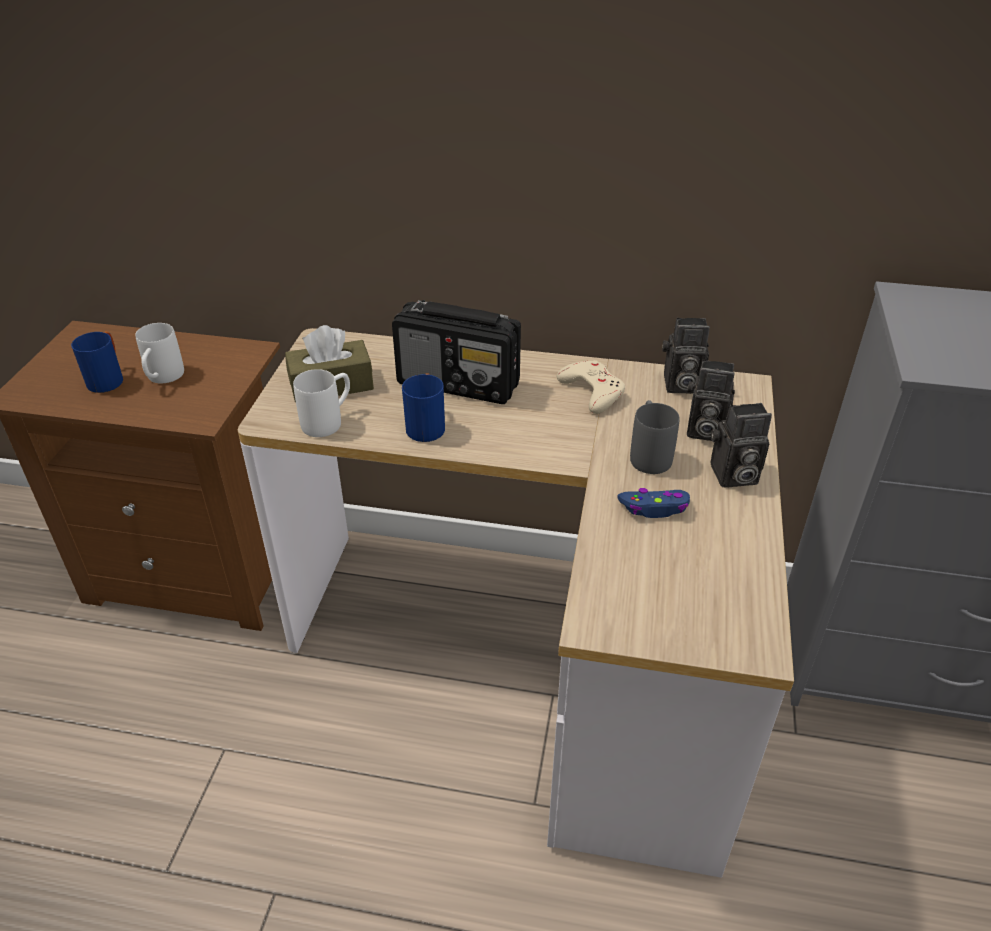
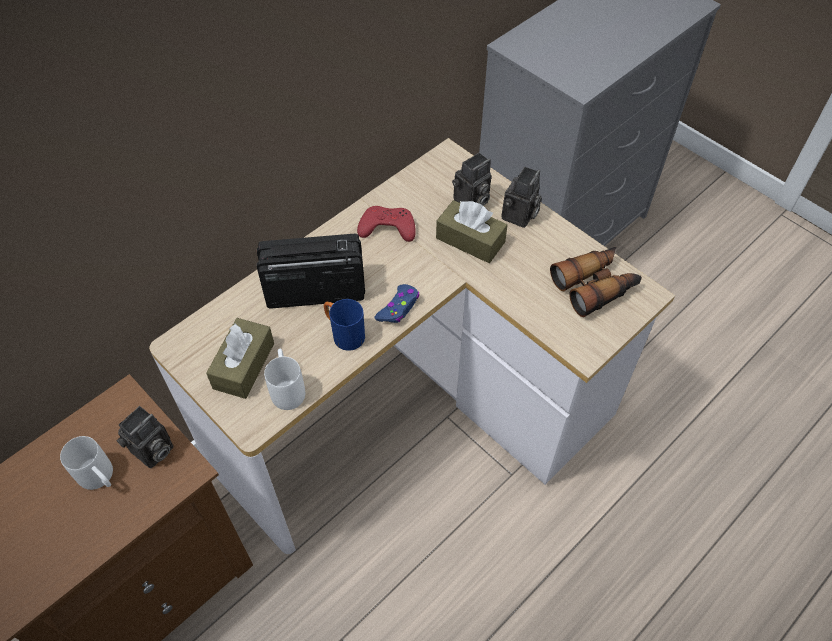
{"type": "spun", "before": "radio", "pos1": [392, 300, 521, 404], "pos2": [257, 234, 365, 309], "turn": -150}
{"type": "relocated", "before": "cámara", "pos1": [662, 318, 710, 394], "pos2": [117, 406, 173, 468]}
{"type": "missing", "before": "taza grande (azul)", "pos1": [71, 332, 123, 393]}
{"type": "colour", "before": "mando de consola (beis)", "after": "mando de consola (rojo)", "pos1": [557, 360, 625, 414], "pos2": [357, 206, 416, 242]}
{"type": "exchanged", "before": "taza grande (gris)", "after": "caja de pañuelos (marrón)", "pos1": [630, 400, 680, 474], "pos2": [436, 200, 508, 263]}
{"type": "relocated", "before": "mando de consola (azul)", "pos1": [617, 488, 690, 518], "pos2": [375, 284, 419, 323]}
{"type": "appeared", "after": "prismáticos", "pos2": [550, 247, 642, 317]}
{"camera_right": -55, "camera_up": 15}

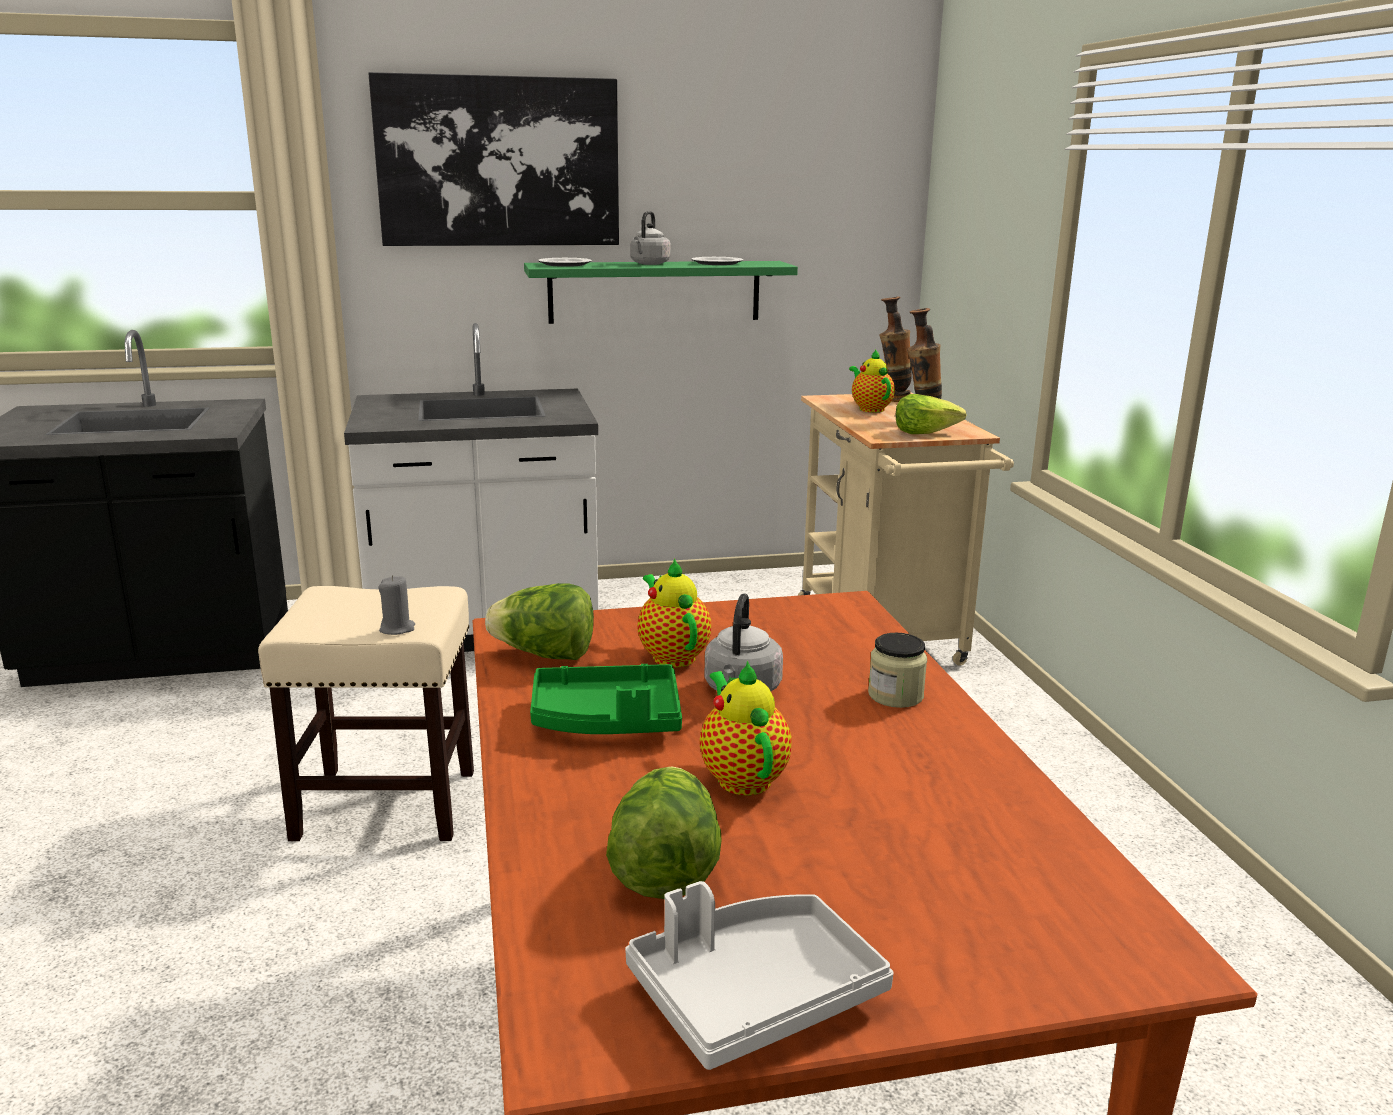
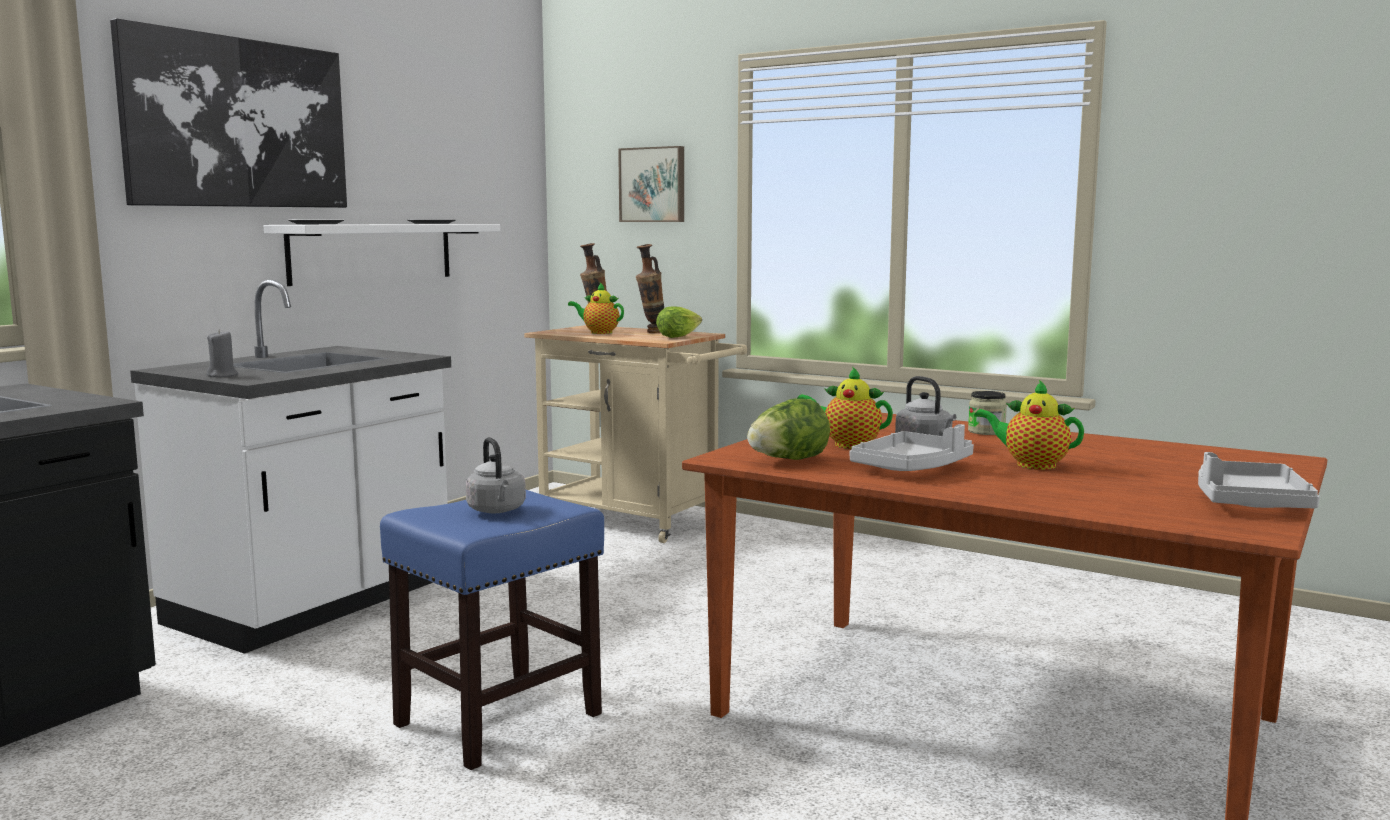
{"type": "relocated", "before": "hervidor (gris)", "pos1": [630, 211, 671, 265], "pos2": [466, 437, 526, 513]}
{"type": "colour", "before": "estante (verde)", "after": "estante (blanco)", "pos1": [524, 261, 798, 324], "pos2": [264, 224, 500, 286]}
{"type": "relocated", "before": "vela (gris)", "pos1": [378, 575, 415, 635], "pos2": [207, 329, 238, 377]}
{"type": "colour", "before": "taburete (beis)", "after": "taburete (azul)", "pos1": [258, 586, 474, 841], "pos2": [380, 490, 604, 770]}
{"type": "colour", "before": "bandeja (verde)", "after": "bandeja (gris)", "pos1": [530, 664, 682, 734], "pos2": [850, 424, 974, 471]}
{"type": "missing", "before": "lechuga", "pos1": [606, 766, 721, 899]}
{"type": "appeared", "after": "cuadro", "pos2": [618, 146, 684, 222]}
{"camera_right": -45, "camera_up": -10}

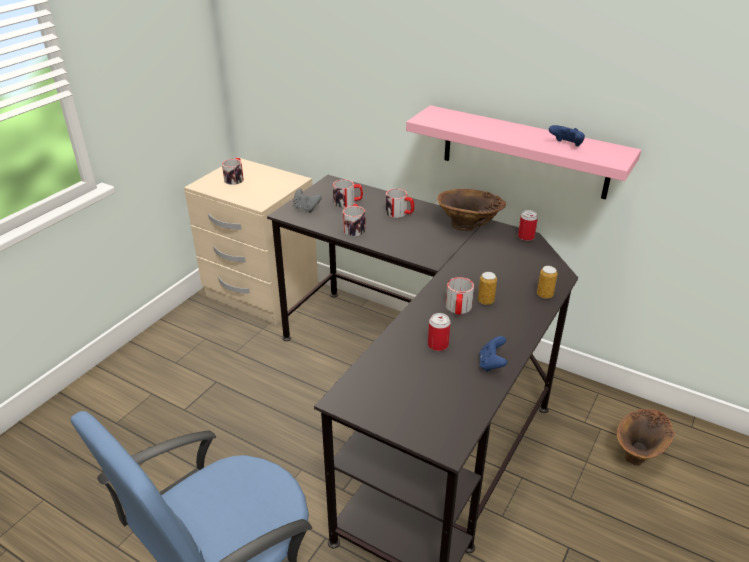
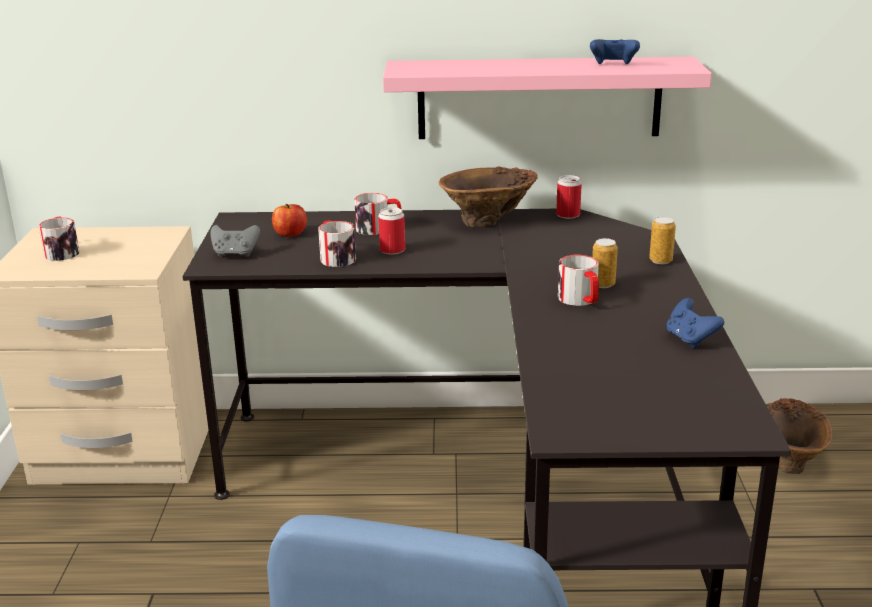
{"type": "exchanged", "before": "taza grande", "after": "manzana", "pos1": [333, 179, 363, 208], "pos2": [272, 204, 307, 237]}
{"type": "relocated", "before": "lata", "pos1": [428, 313, 451, 351], "pos2": [378, 207, 405, 255]}
{"camera_right": -30, "camera_up": -10}

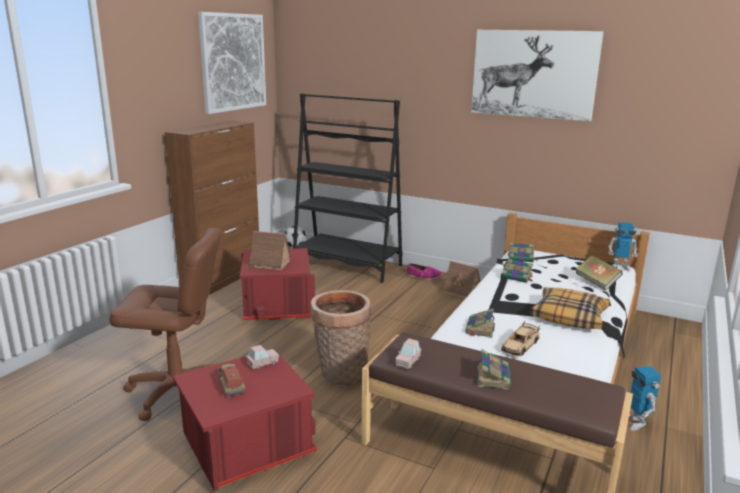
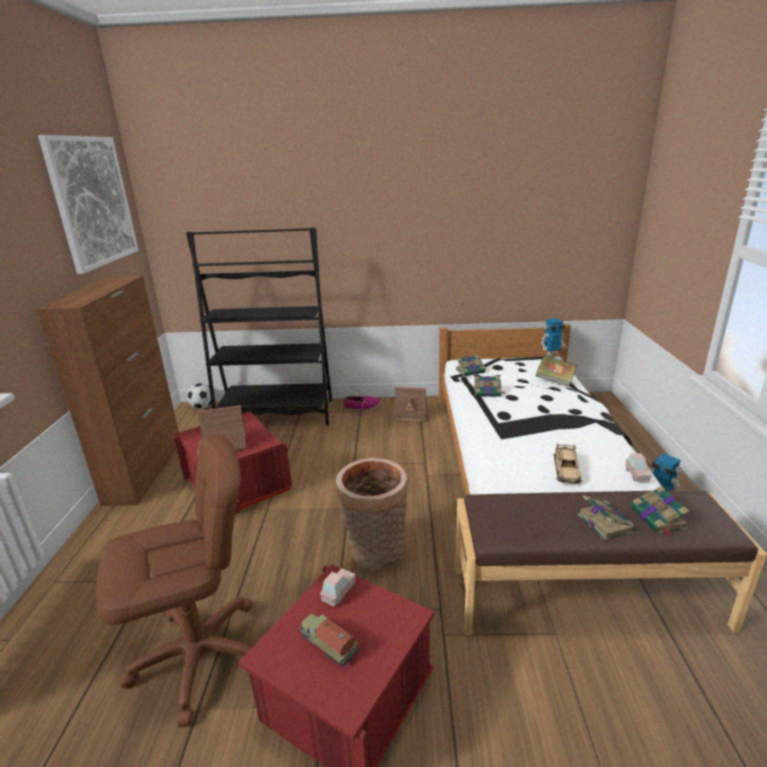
{"type": "missing", "before": "cuadro", "pos1": [471, 30, 604, 121]}
{"type": "missing", "before": "cojín", "pos1": [530, 287, 610, 329]}
{"type": "relocated", "before": "libro", "pos1": [465, 308, 495, 338], "pos2": [631, 486, 689, 537]}
{"type": "relocated", "before": "coche de juguete (rosa)", "pos1": [395, 338, 421, 369], "pos2": [626, 453, 652, 482]}
{"camera_right": -25, "camera_up": 5}

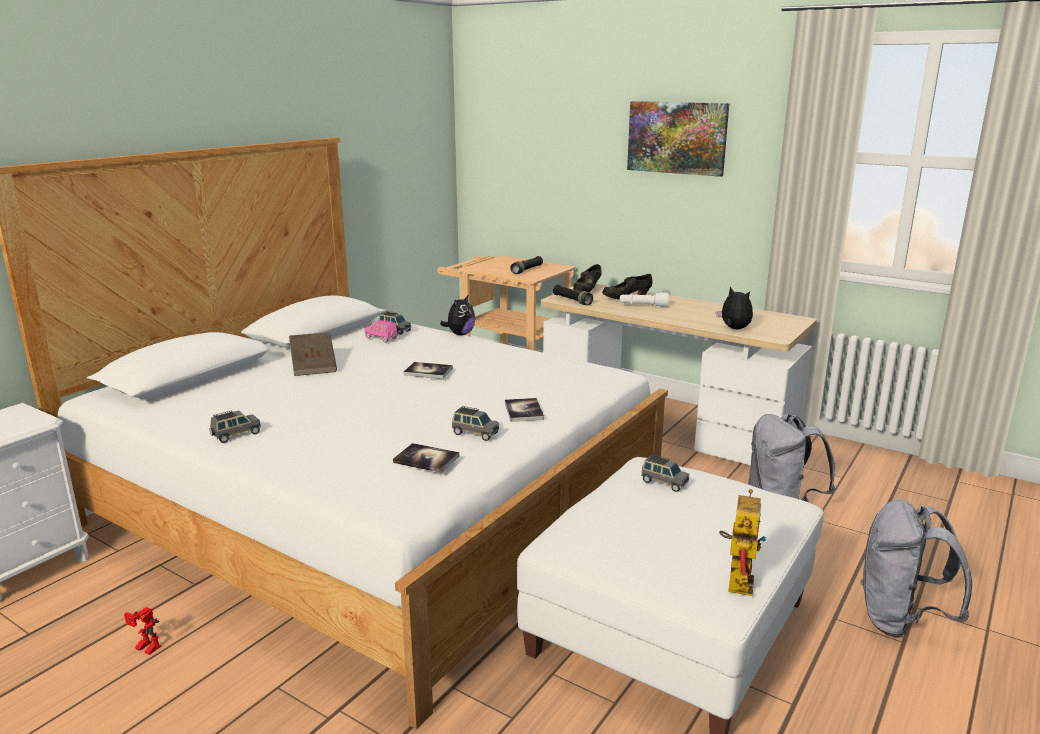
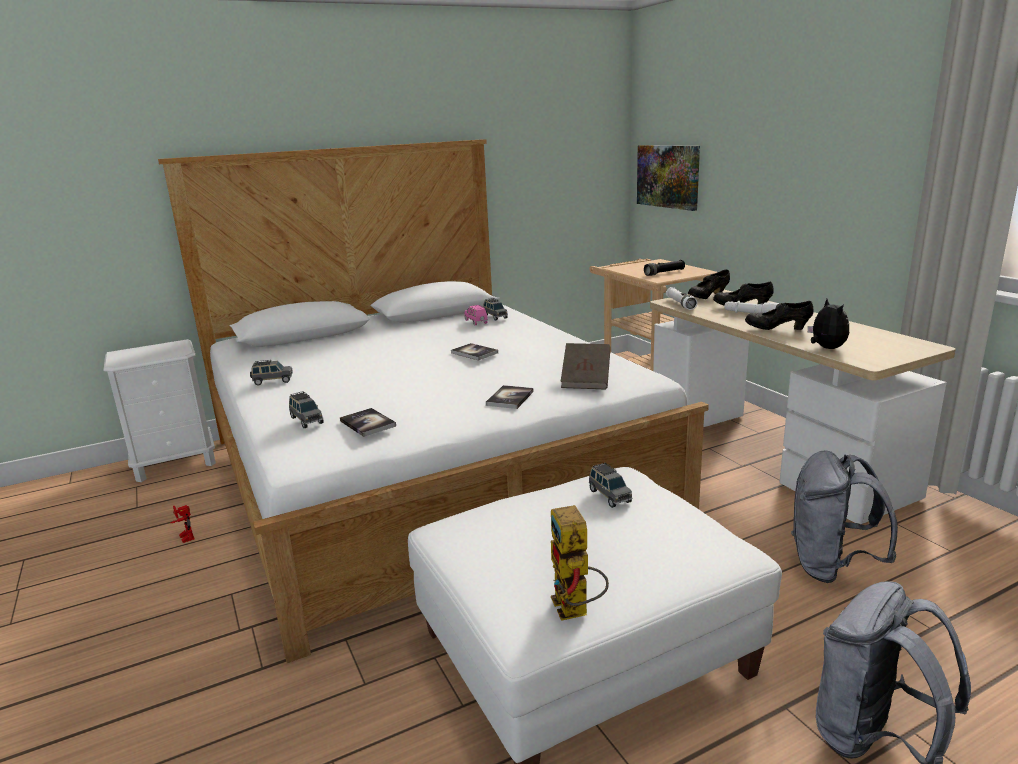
{"type": "relocated", "before": "cuadro", "pos1": [627, 101, 729, 177], "pos2": [637, 145, 700, 211]}
{"type": "colour", "before": "linterna (negro)", "after": "linterna (blanco)", "pos1": [553, 285, 593, 305], "pos2": [666, 287, 697, 310]}
{"type": "missing", "before": "peluche", "pos1": [440, 295, 475, 335]}
{"type": "relocated", "before": "libro (marrón)", "pos1": [289, 332, 337, 376], "pos2": [561, 343, 611, 389]}
{"type": "relocated", "before": "coche de juguete (gris)", "pos1": [452, 406, 499, 441], "pos2": [289, 391, 324, 428]}
{"type": "spun", "before": "robot de juguete", "pos1": [719, 489, 766, 596], "pos2": [551, 505, 609, 621], "turn": 120}
{"type": "appeared", "after": "zapato (negro)", "pos2": [745, 301, 814, 330]}
{"camera_right": 30, "camera_up": 0}

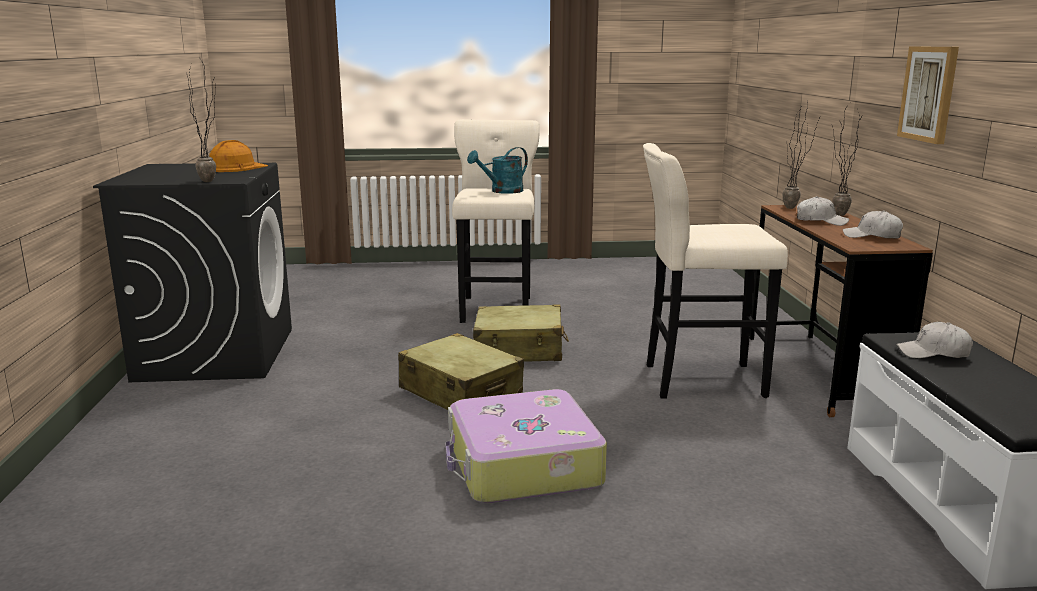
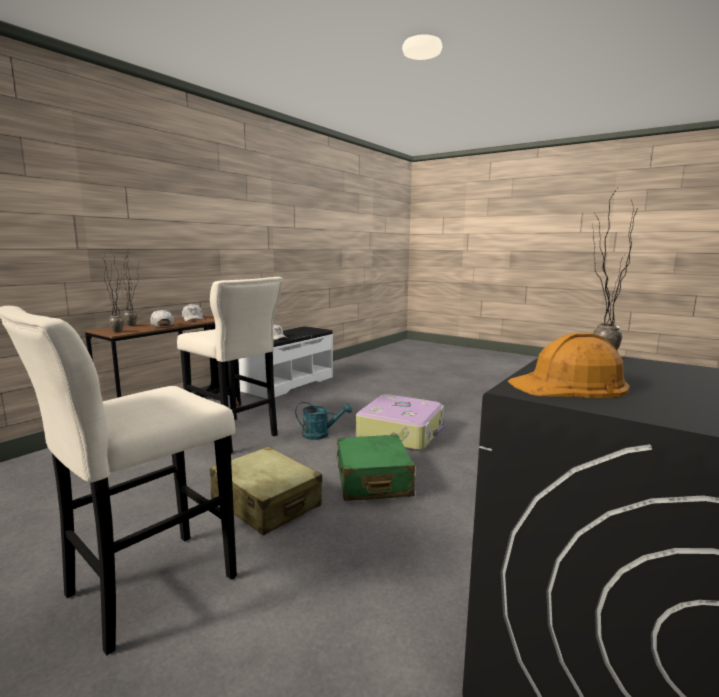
{"type": "missing", "before": "cuadro", "pos1": [897, 46, 959, 144]}
{"type": "relocated", "before": "regadera (turquesa)", "pos1": [467, 147, 528, 194], "pos2": [295, 402, 352, 440]}
{"type": "colour", "before": "maleta (beis)", "after": "maleta (verde)", "pos1": [398, 333, 524, 410], "pos2": [336, 435, 415, 501]}
{"camera_right": -140, "camera_up": -5}

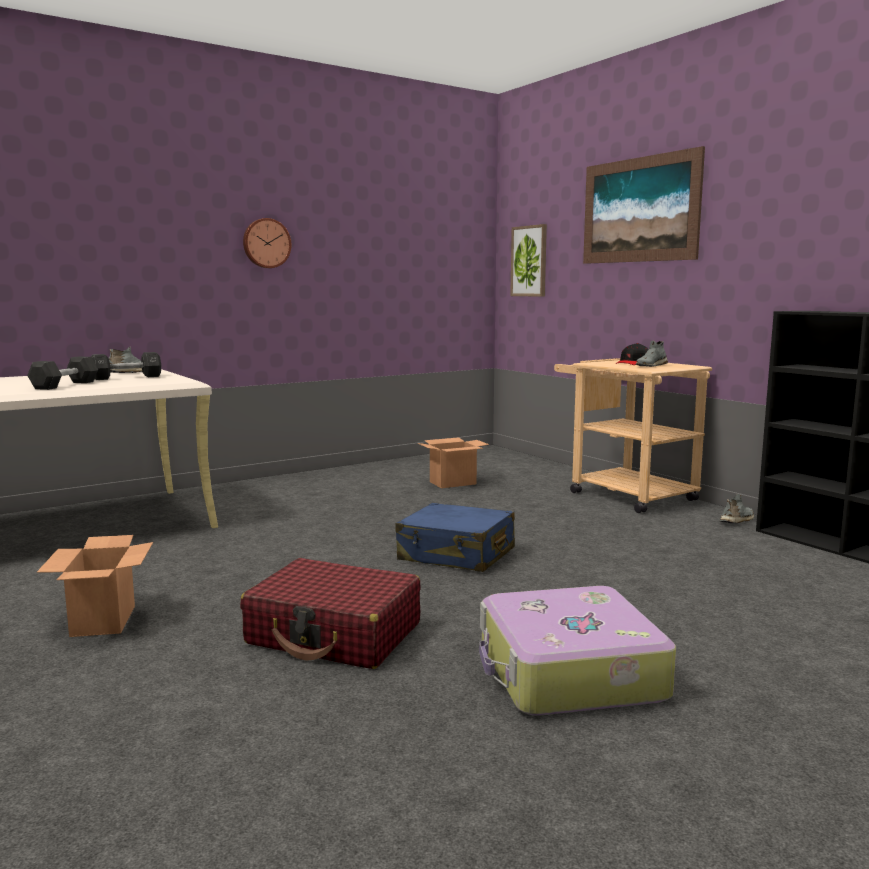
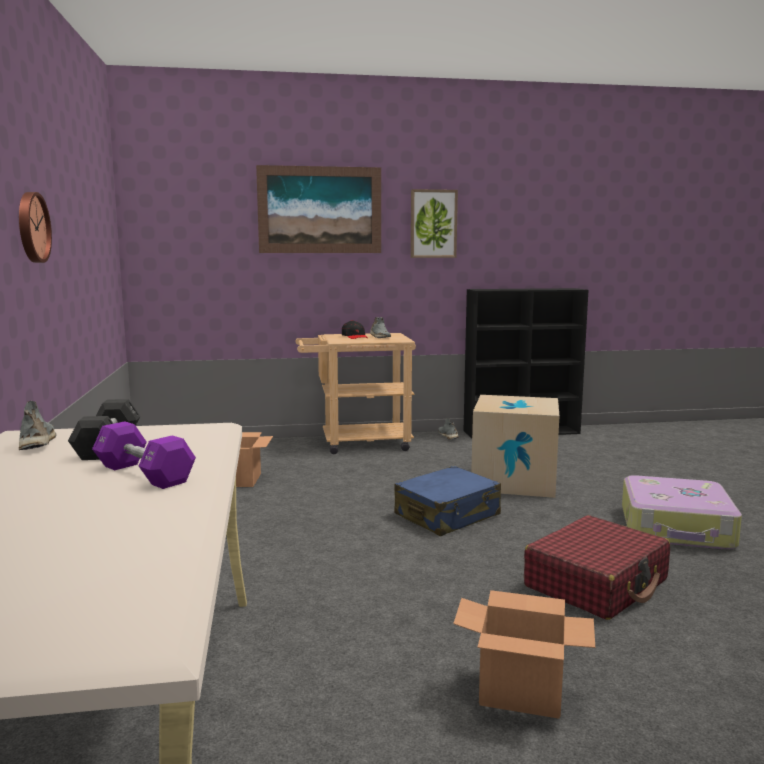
{"type": "relocated", "before": "cuadro", "pos1": [510, 224, 547, 297], "pos2": [411, 189, 458, 258]}
{"type": "colour", "before": "mancuerna (negro)", "after": "mancuerna (morado)", "pos1": [27, 356, 98, 390], "pos2": [92, 421, 196, 489]}
{"type": "appeared", "after": "caja de cartón", "pos2": [471, 395, 559, 498]}
{"camera_right": -65, "camera_up": 0}

